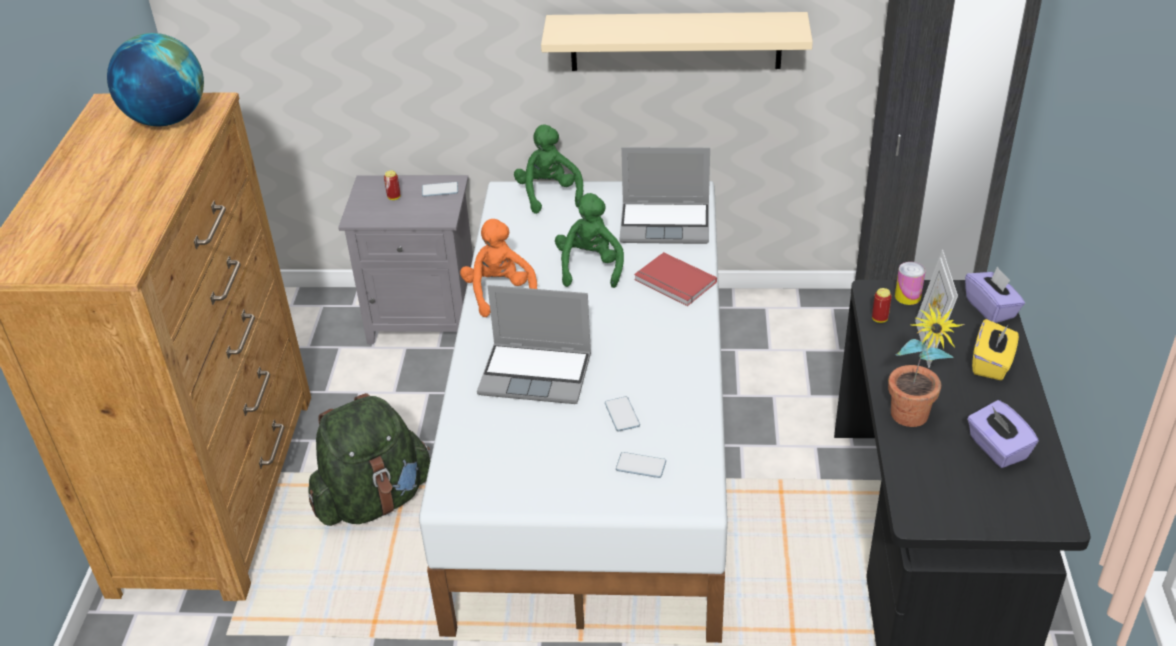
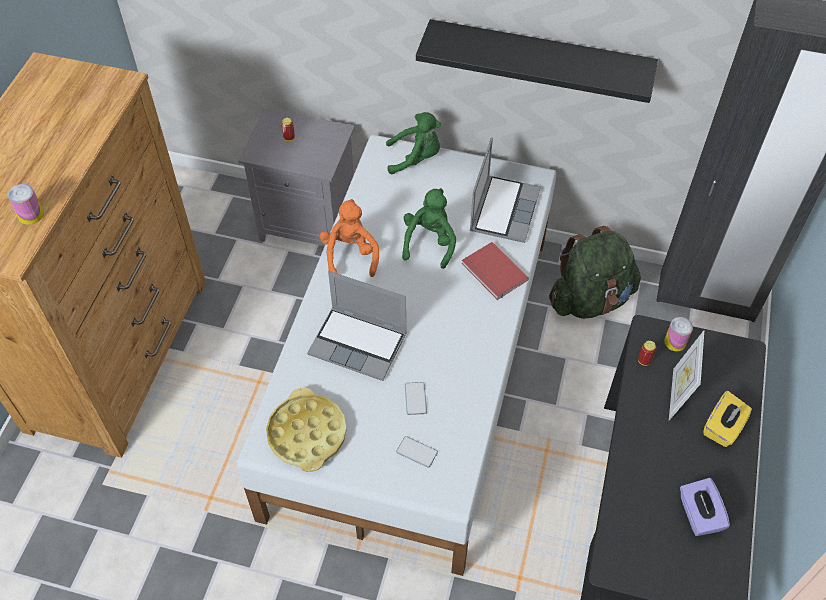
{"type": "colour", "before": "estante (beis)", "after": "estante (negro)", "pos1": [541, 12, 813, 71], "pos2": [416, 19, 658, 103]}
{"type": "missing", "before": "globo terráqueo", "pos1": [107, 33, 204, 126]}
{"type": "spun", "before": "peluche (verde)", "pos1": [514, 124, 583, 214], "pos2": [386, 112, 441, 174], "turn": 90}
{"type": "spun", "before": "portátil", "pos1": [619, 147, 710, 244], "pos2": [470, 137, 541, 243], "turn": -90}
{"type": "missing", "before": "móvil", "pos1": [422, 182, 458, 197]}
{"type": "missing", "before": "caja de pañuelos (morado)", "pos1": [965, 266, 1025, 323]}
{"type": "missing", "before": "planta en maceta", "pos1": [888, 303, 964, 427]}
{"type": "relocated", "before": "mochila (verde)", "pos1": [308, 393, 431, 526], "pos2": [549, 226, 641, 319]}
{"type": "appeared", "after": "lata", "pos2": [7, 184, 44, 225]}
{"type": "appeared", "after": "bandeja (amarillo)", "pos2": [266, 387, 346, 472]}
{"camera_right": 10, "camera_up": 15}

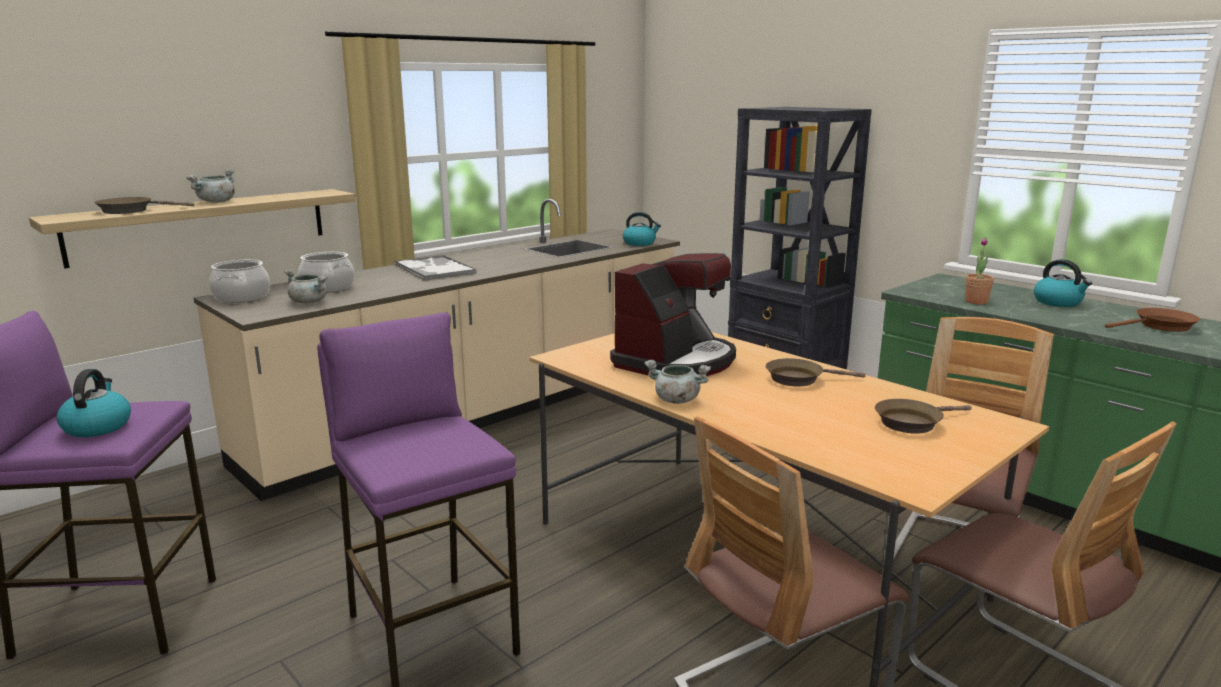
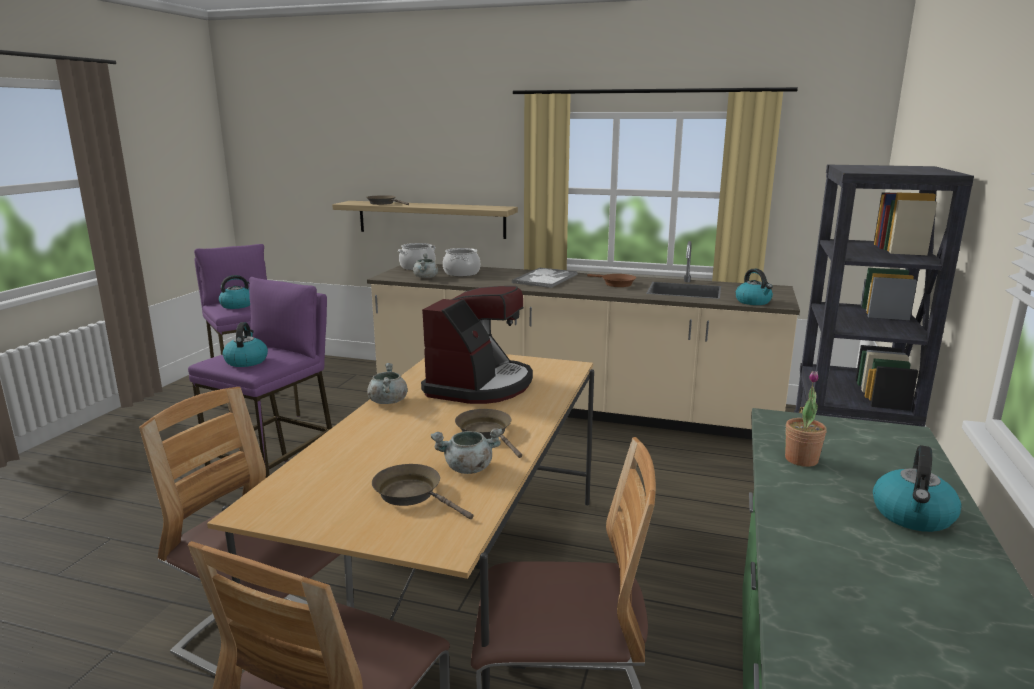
{"type": "relocated", "before": "olla (gris)", "pos1": [187, 169, 235, 203], "pos2": [431, 428, 503, 474]}
{"type": "spun", "before": "cafetera", "pos1": [610, 253, 736, 376], "pos2": [421, 286, 533, 404], "turn": -75}
{"type": "relocated", "before": "sartén (marrón)", "pos1": [1105, 308, 1200, 332], "pos2": [587, 274, 636, 287]}
{"type": "appeared", "after": "hervidor", "pos2": [223, 322, 268, 367]}
{"camera_right": 60, "camera_up": 0}

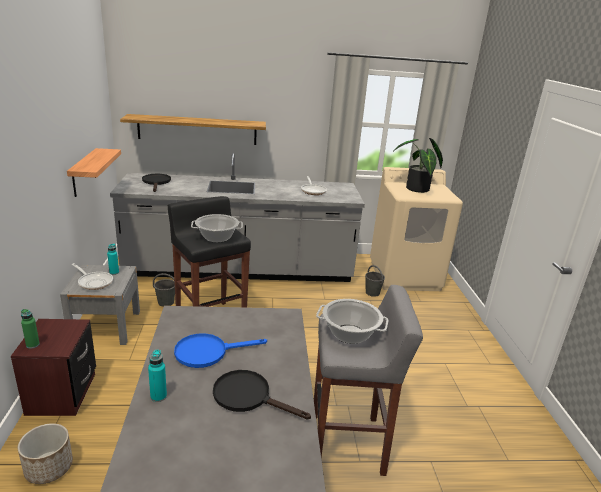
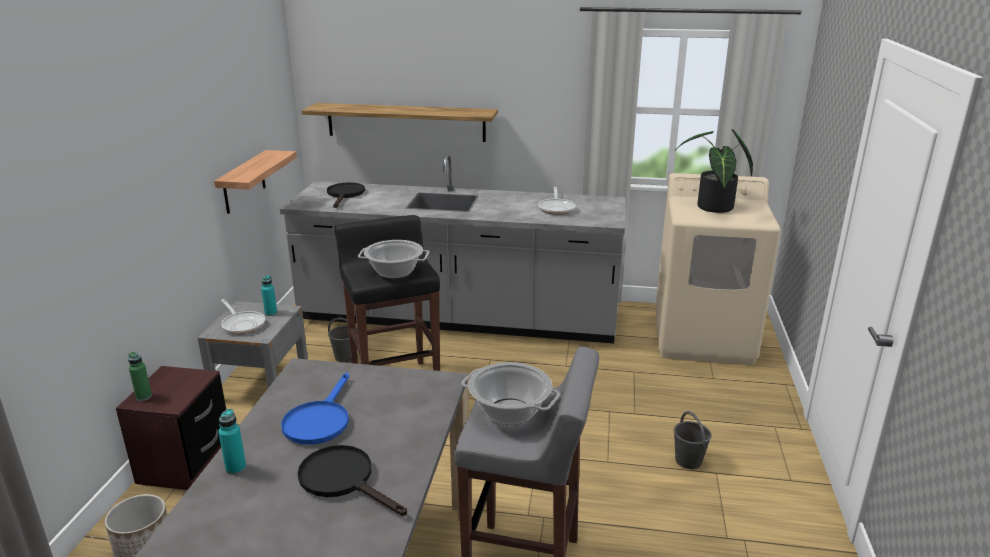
{"type": "relocated", "before": "cubo (gris)", "pos1": [365, 265, 385, 297], "pos2": [674, 411, 711, 469]}
{"type": "spun", "before": "sartén (azul)", "pos1": [174, 333, 267, 368], "pos2": [281, 373, 349, 445], "turn": -75}
{"camera_right": 15, "camera_up": 0}

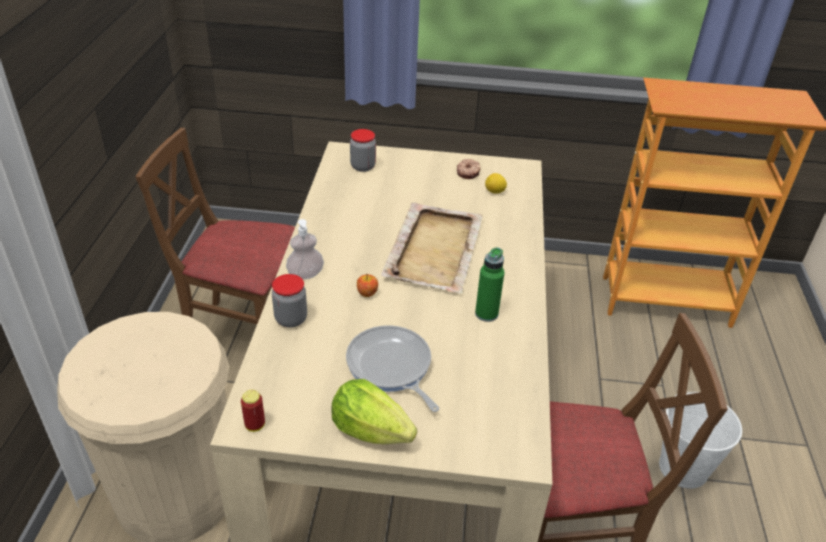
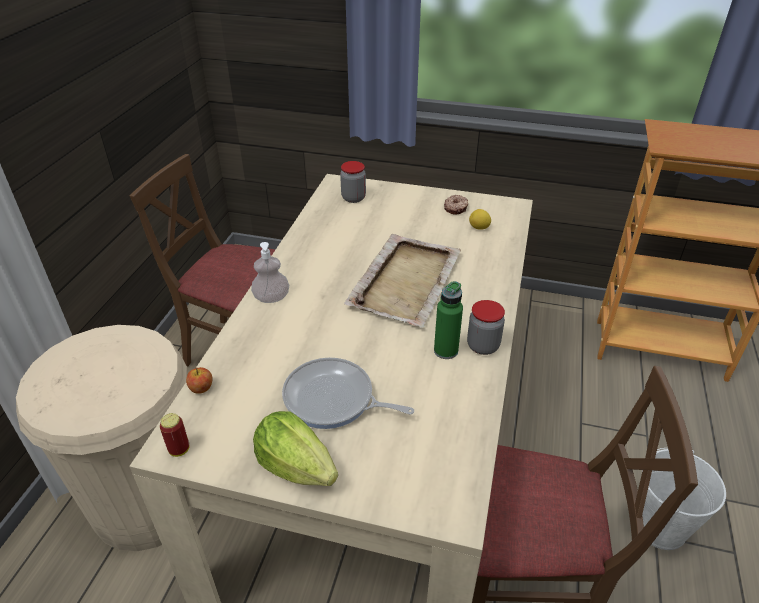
{"type": "relocated", "before": "tarro", "pos1": [272, 274, 307, 328], "pos2": [467, 300, 505, 355]}
{"type": "relocated", "before": "manzana", "pos1": [357, 274, 378, 297], "pos2": [186, 367, 212, 394]}
{"type": "spun", "before": "sartén", "pos1": [346, 325, 439, 412], "pos2": [282, 358, 414, 429], "turn": -45}
{"camera_right": 10, "camera_up": 0}

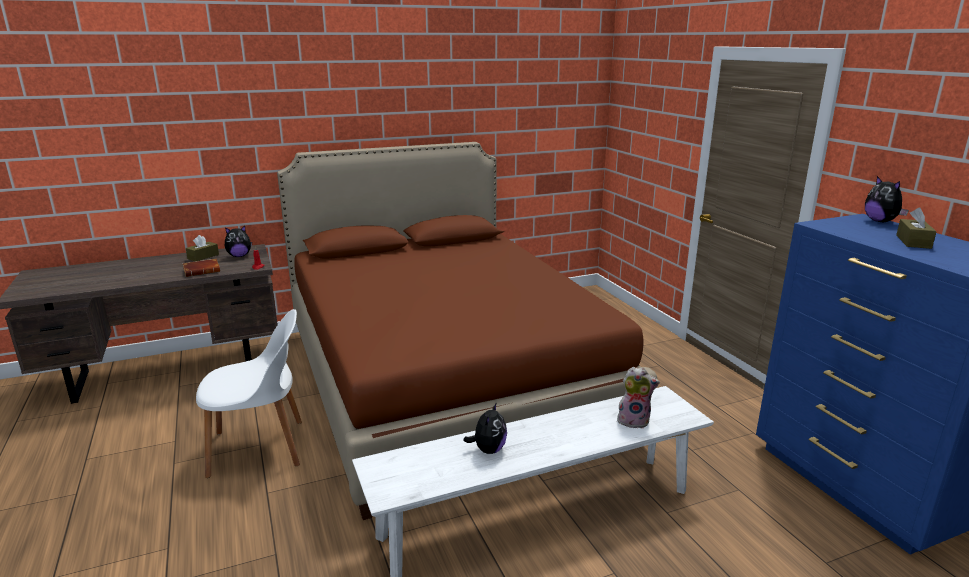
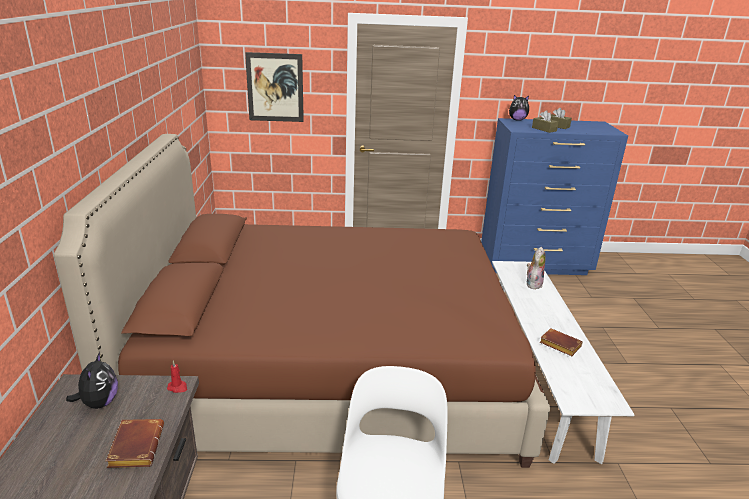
{"type": "relocated", "before": "caja de pañuelos (marrón)", "pos1": [186, 235, 219, 262], "pos2": [532, 110, 559, 133]}
{"type": "exchanged", "before": "peluche", "after": "libro (marrón)", "pos1": [463, 402, 507, 454], "pos2": [540, 328, 583, 356]}
{"type": "appeared", "after": "cuadro", "pos2": [245, 52, 304, 122]}
{"camera_right": -70, "camera_up": 5}

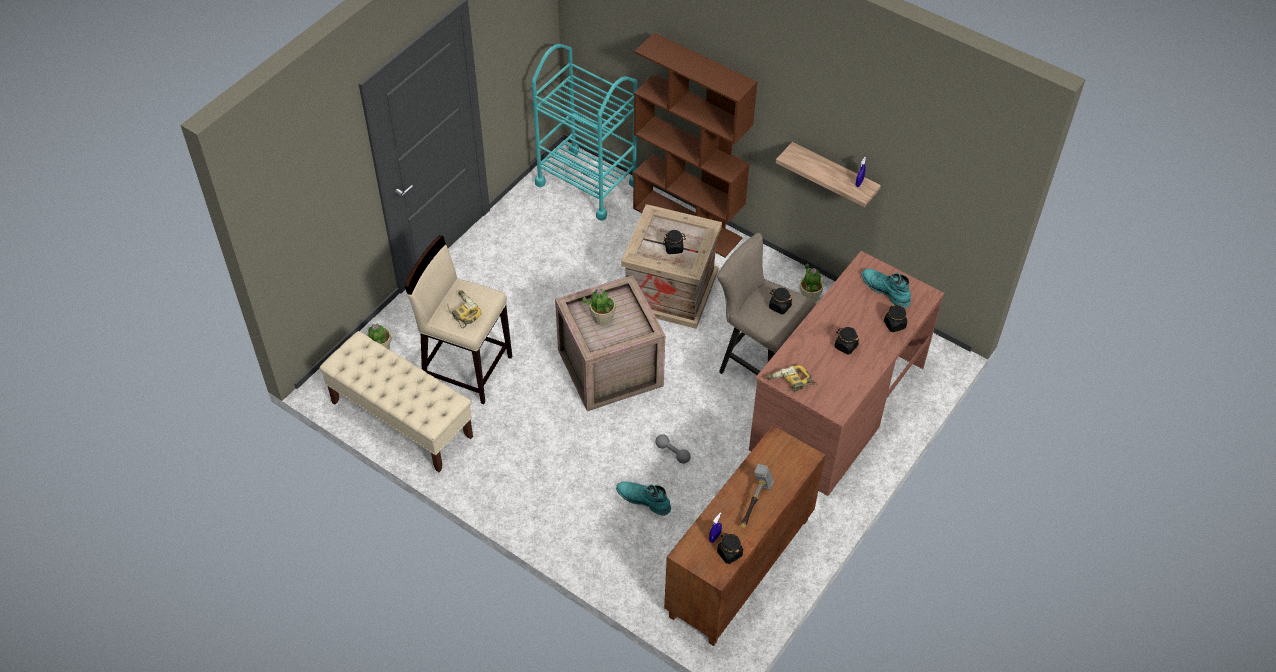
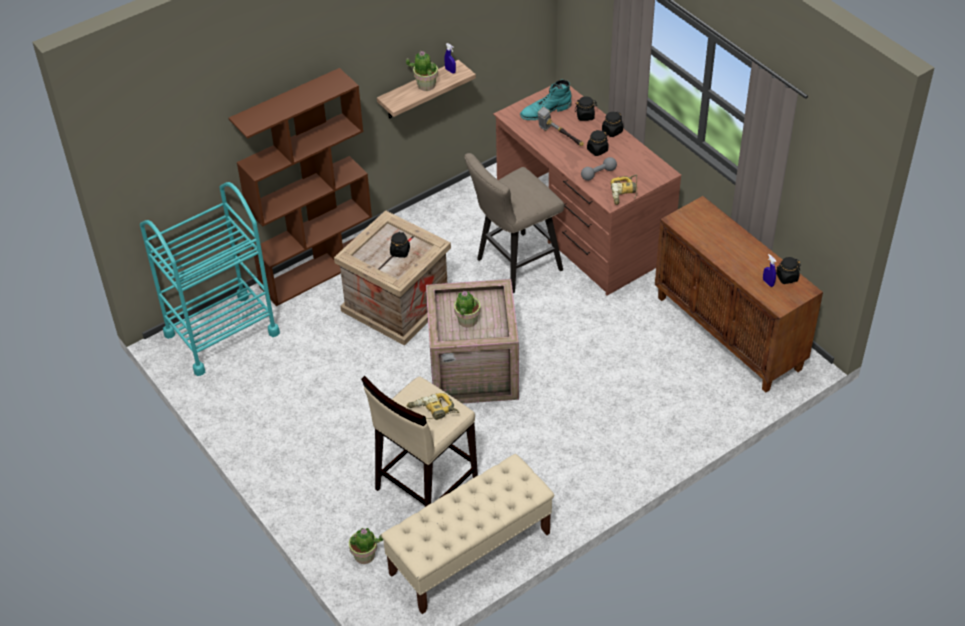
{"type": "relocated", "before": "planta en maceta", "pos1": [799, 264, 824, 302], "pos2": [406, 51, 438, 91]}
{"type": "relocated", "before": "tarro (negro)", "pos1": [769, 288, 792, 314], "pos2": [602, 112, 623, 137]}
{"type": "relocated", "before": "mancuerna (gris)", "pos1": [655, 434, 691, 464], "pos2": [581, 157, 617, 181]}
{"type": "relocated", "before": "martillo", "pos1": [741, 464, 774, 528], "pos2": [538, 107, 584, 146]}
{"type": "missing", "before": "bota (turquesa)", "pos1": [616, 482, 671, 516]}
{"camera_right": -70, "camera_up": -5}

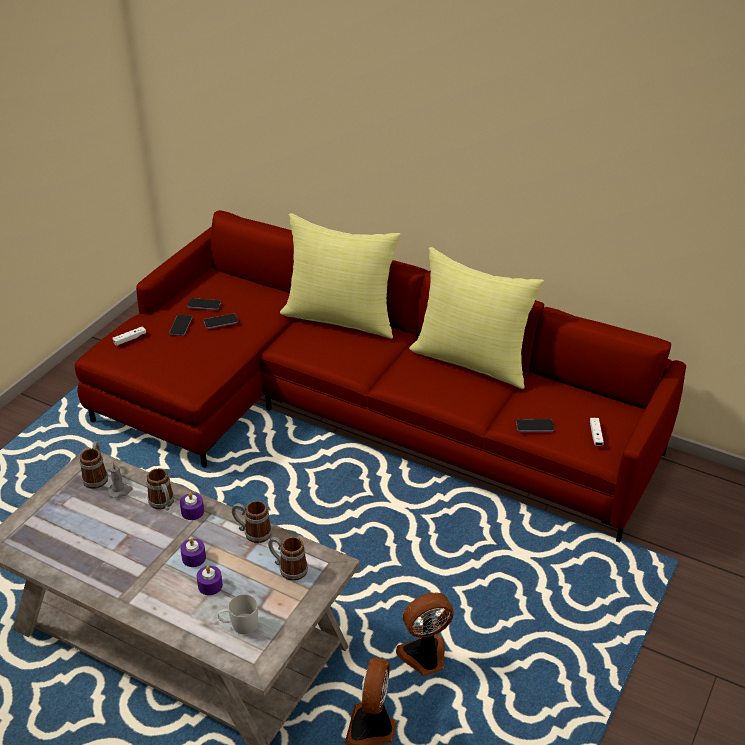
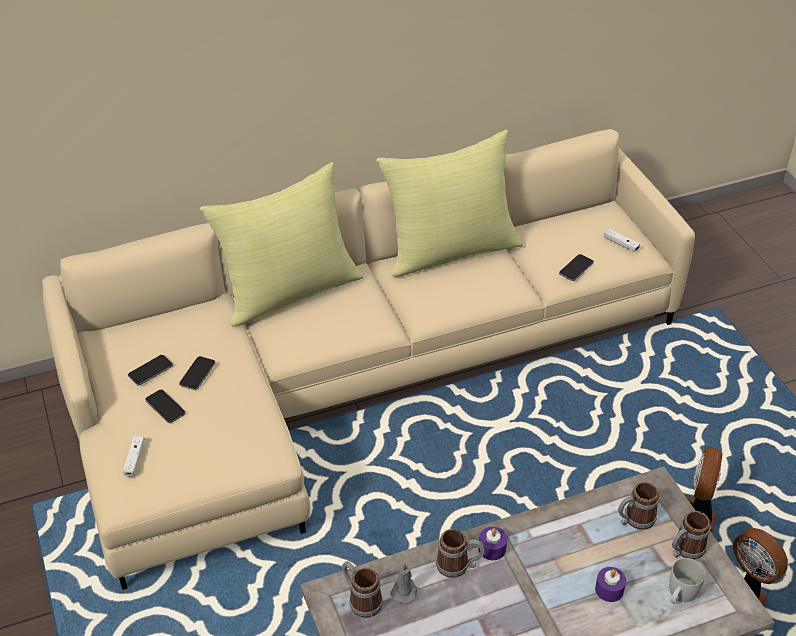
{"type": "colour", "before": "sofá (rojo)", "after": "sofá (beis)", "pos1": [74, 210, 686, 543], "pos2": [42, 129, 695, 590]}
{"type": "relocated", "before": "taza grande", "pos1": [232, 501, 272, 543], "pos2": [672, 511, 711, 559]}
{"type": "missing", "before": "vela (morado)", "pos1": [180, 538, 206, 567]}
{"camera_right": -50, "camera_up": 5}

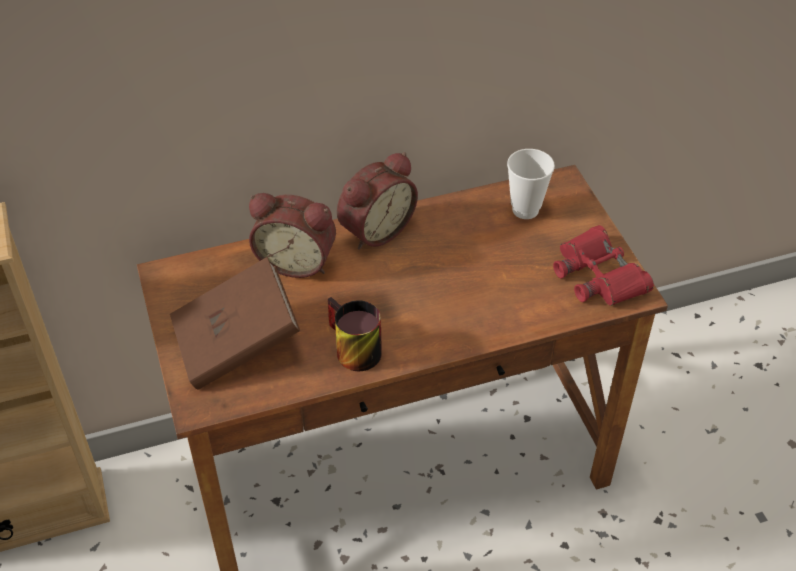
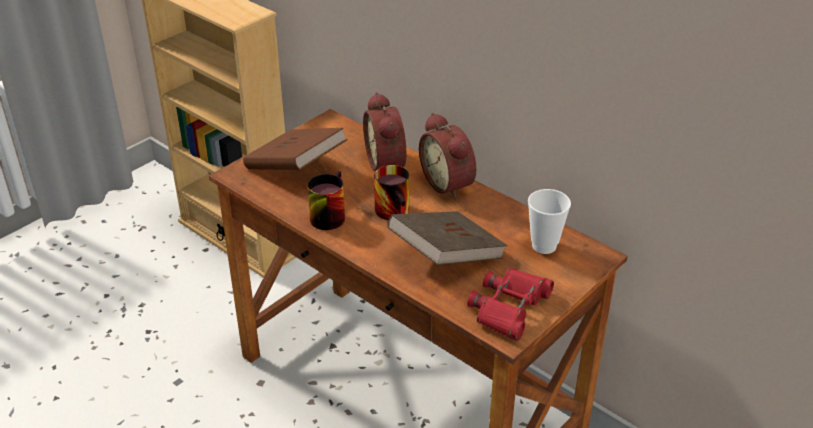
{"type": "spun", "before": "despertador", "pos1": [337, 152, 418, 250], "pos2": [419, 113, 476, 200], "turn": 45}
{"type": "appeared", "after": "taza grande", "pos2": [374, 165, 409, 220]}
{"type": "appeared", "after": "libro (marrón)", "pos2": [387, 211, 508, 265]}
{"camera_right": 60, "camera_up": -10}

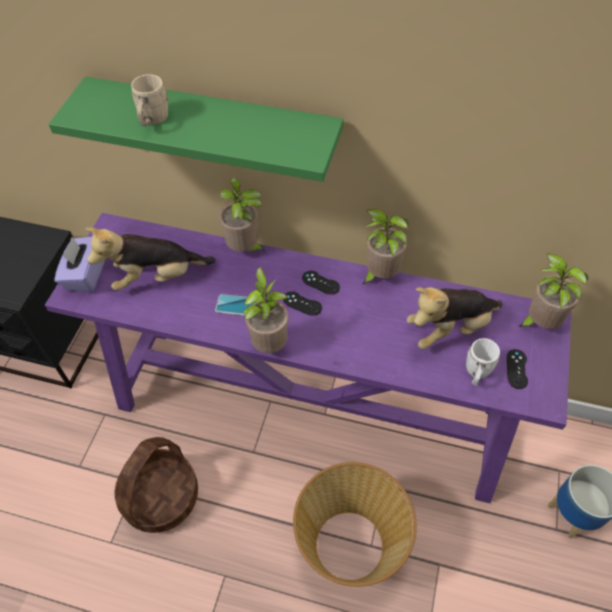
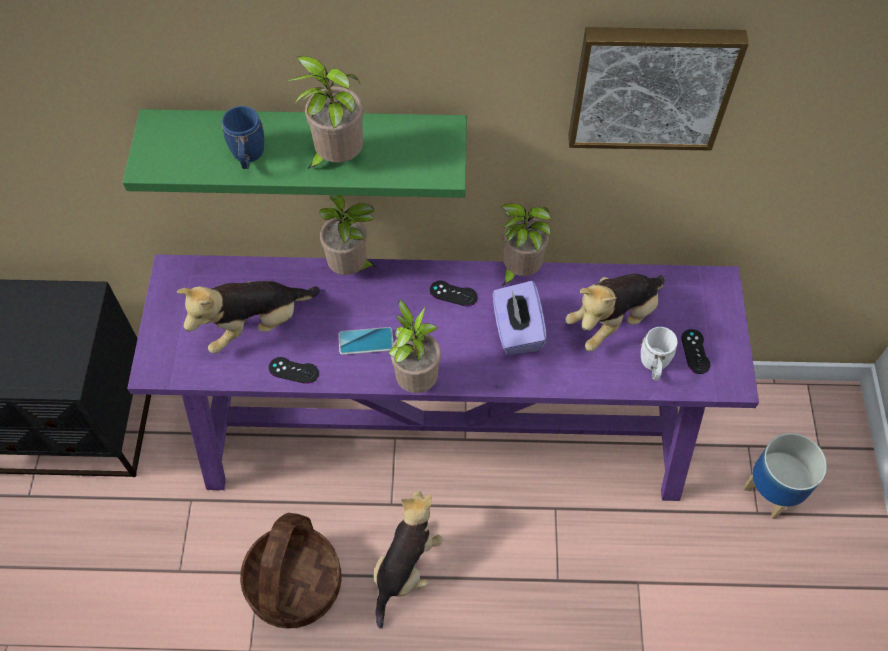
{"type": "colour", "before": "taza grande (beis)", "after": "taza grande (azul)", "pos1": [131, 74, 168, 126], "pos2": [222, 106, 264, 169]}
{"type": "relocated", "before": "caja de pañuelos (morado)", "pos1": [54, 237, 105, 292], "pos2": [493, 281, 547, 355]}
{"type": "relocated", "before": "planta en maceta", "pos1": [518, 254, 588, 329], "pos2": [287, 56, 363, 169]}
{"type": "relocated", "before": "mando de consola (negro)", "pos1": [283, 291, 322, 316], "pos2": [269, 357, 319, 384]}
{"type": "missing", "before": "cesta", "pos1": [293, 462, 417, 587]}
{"type": "appeared", "after": "cuadro", "pos2": [568, 27, 749, 151]}
{"type": "appeared", "after": "peluche", "pos2": [374, 491, 443, 629]}
{"camera_right": -15, "camera_up": 5}

